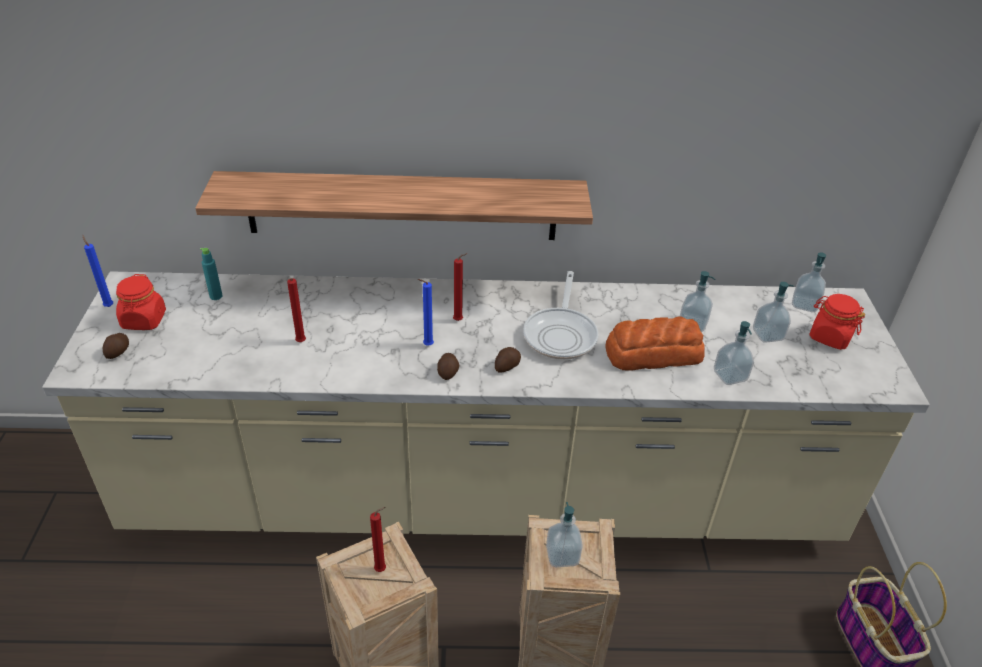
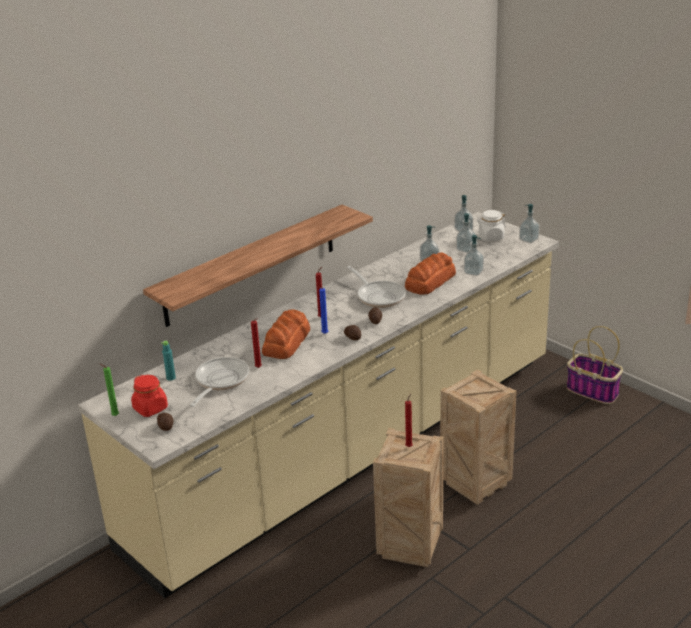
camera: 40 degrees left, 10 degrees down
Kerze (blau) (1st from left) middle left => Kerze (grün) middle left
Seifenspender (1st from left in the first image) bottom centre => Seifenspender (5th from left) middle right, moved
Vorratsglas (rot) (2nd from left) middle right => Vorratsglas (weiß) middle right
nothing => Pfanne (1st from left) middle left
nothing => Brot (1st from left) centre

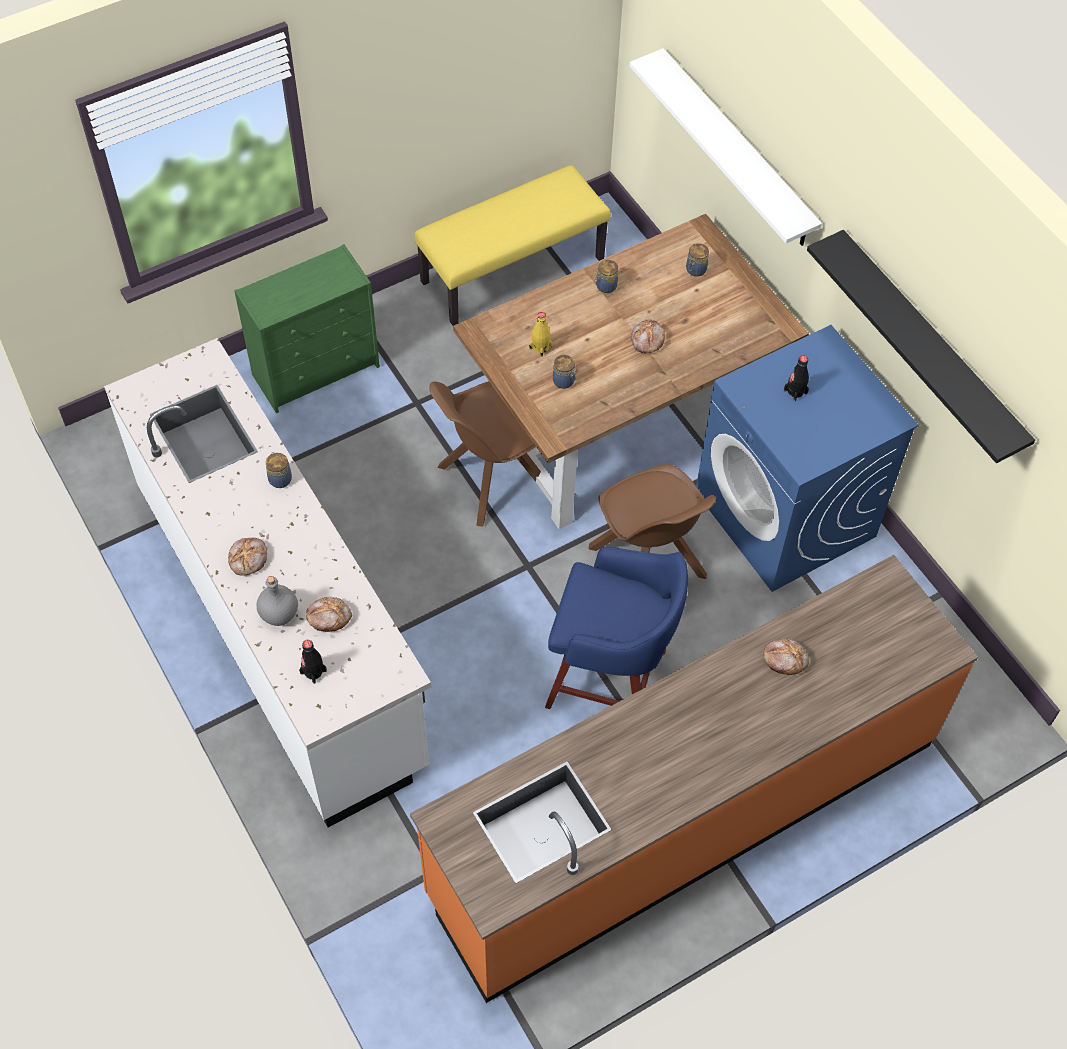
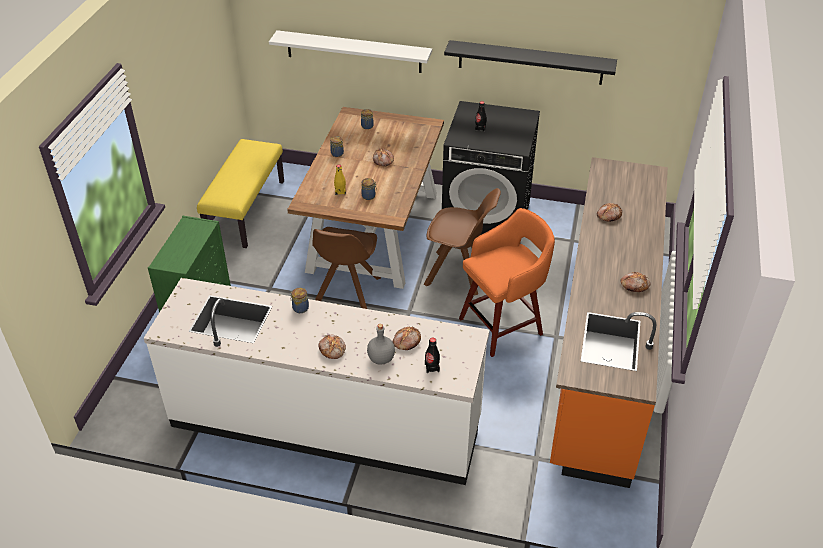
camera: 45 degrees left, 15 degrees down
Hocker (blau) centre => Hocker (orange) centre
Waschmaschine (blau) middle right => Waschmaschine (schwarz) top centre
nothing => Brot (5th from left) middle right

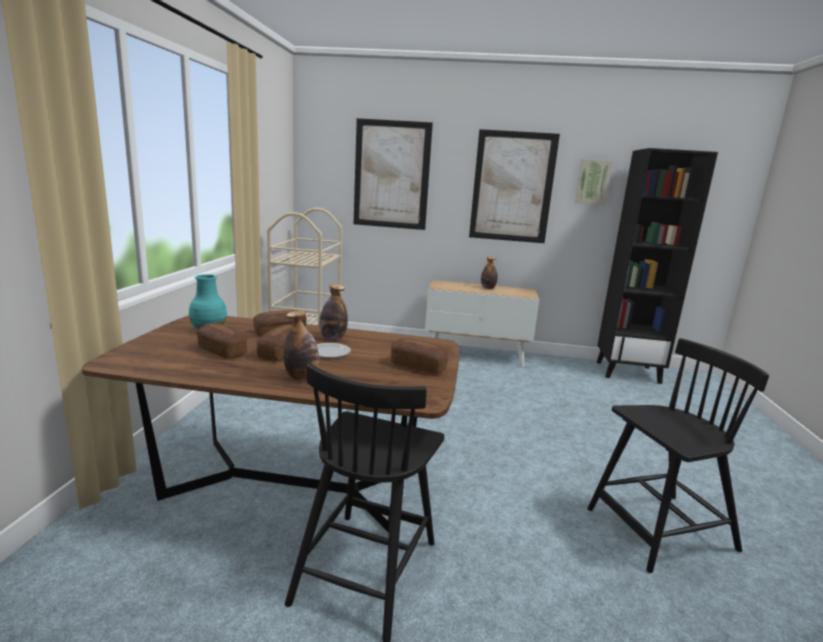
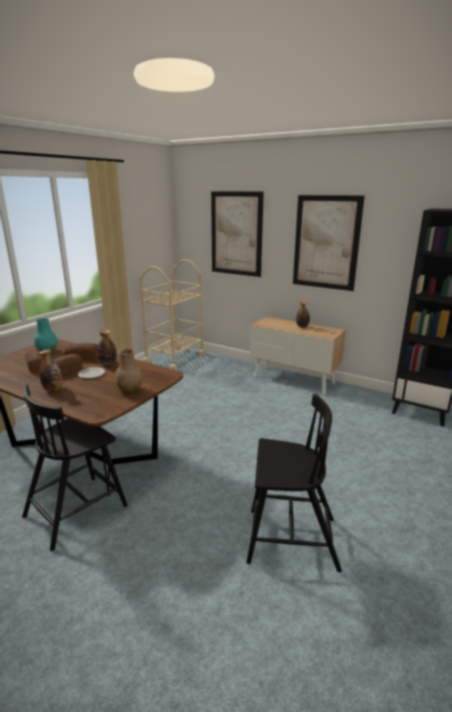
camera: 25 degrees right, 5 degrees up
Brot (4th from left) centre => Vase (braun) middle left
Bild (3rd from left) top right => nothing

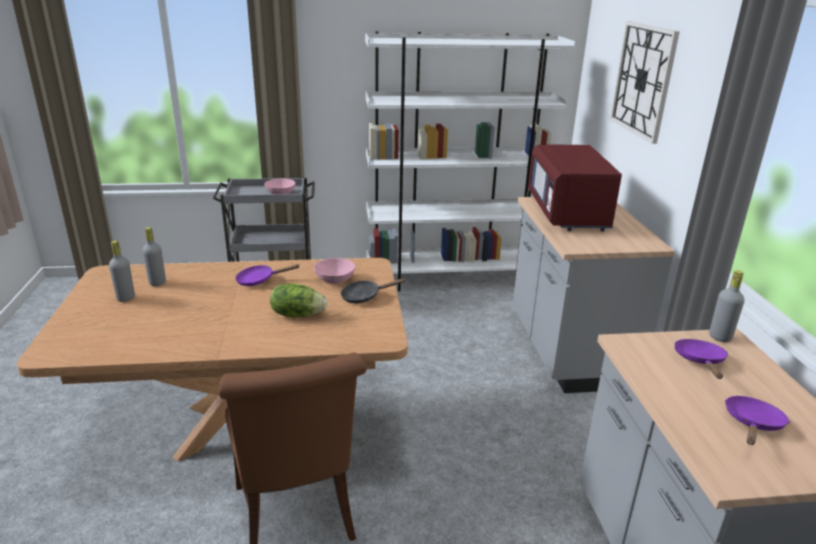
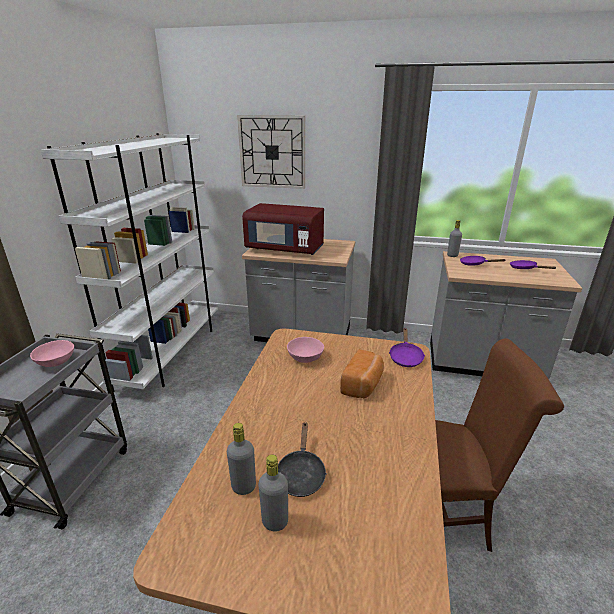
camera: 70 degrees left, 0 degrees up
Pfanne (lila) (1st from left) middle left => Pfanne (lila) (1st from left) centre, moved
Salatkopf centre => Brot centre
Pfanne (schwarz) centre => Pfanne (schwarz) bottom centre, moved

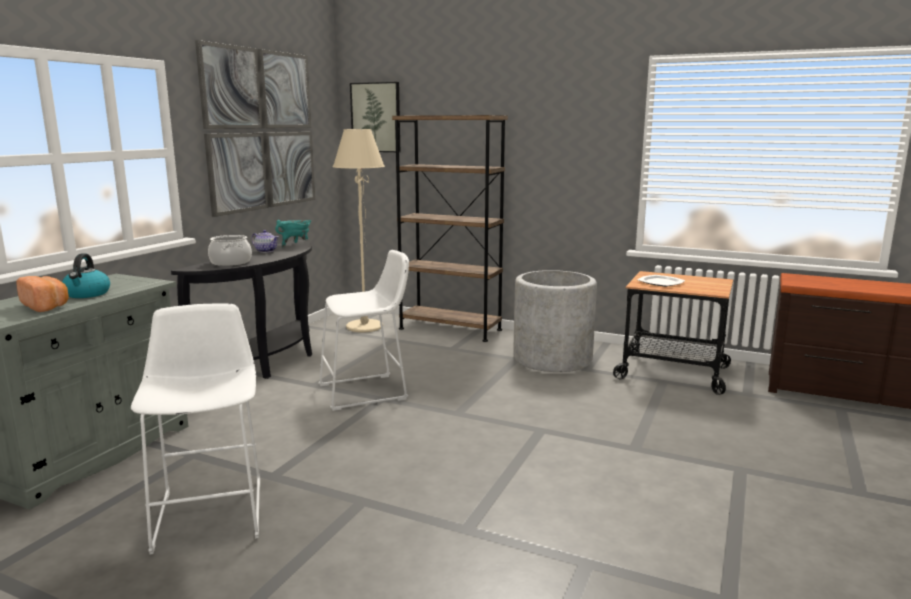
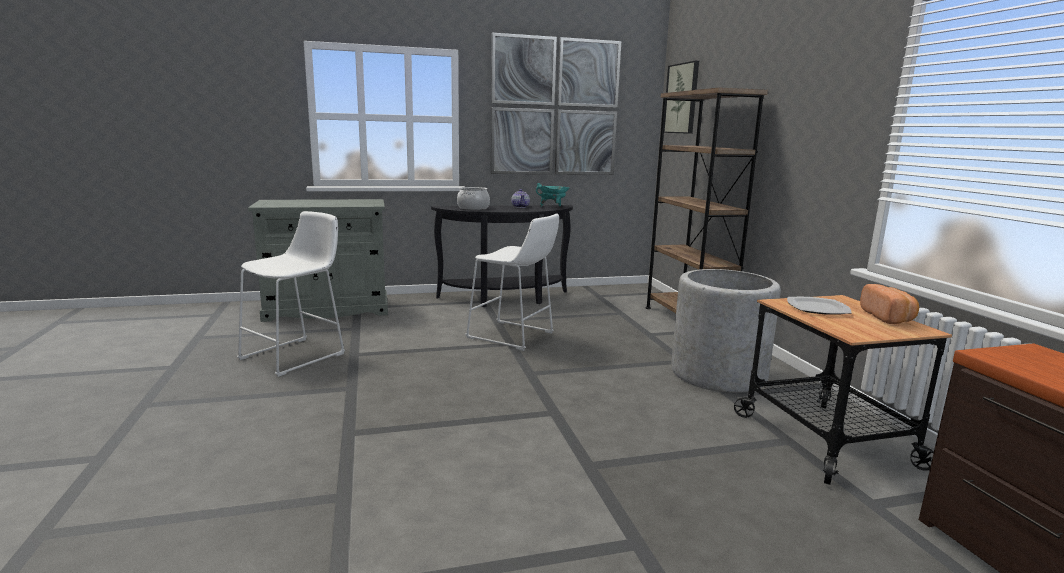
camera: 50 degrees right, 0 degrees up
Brot middle left => Brot middle right, moved
Wasserkessel middle left => nothing
Stehlampe (beige) centre => nothing

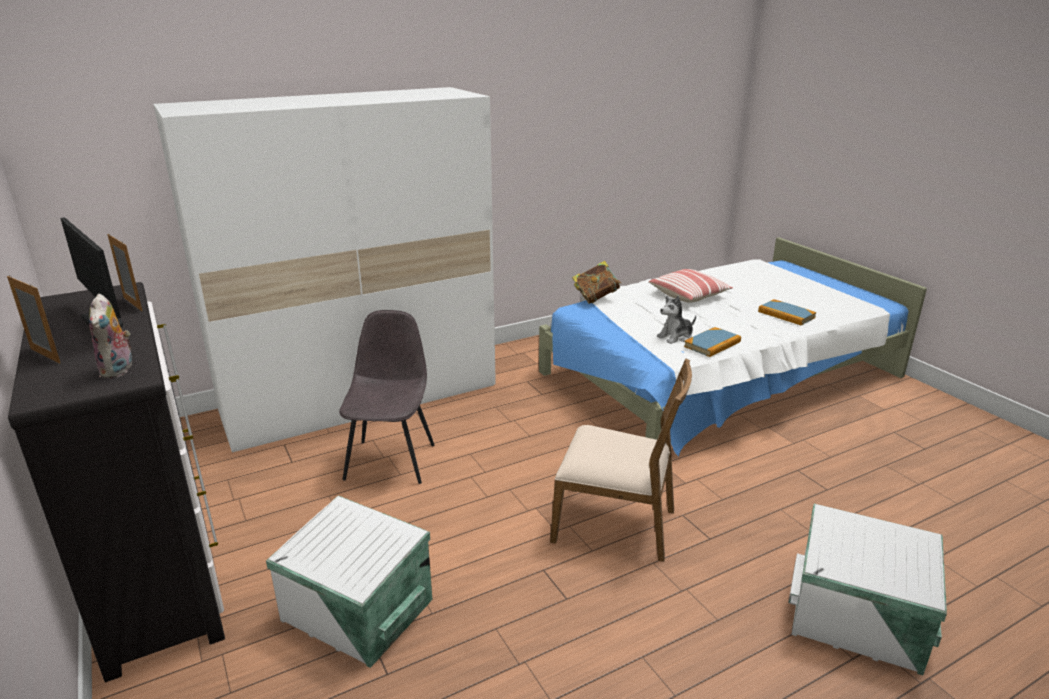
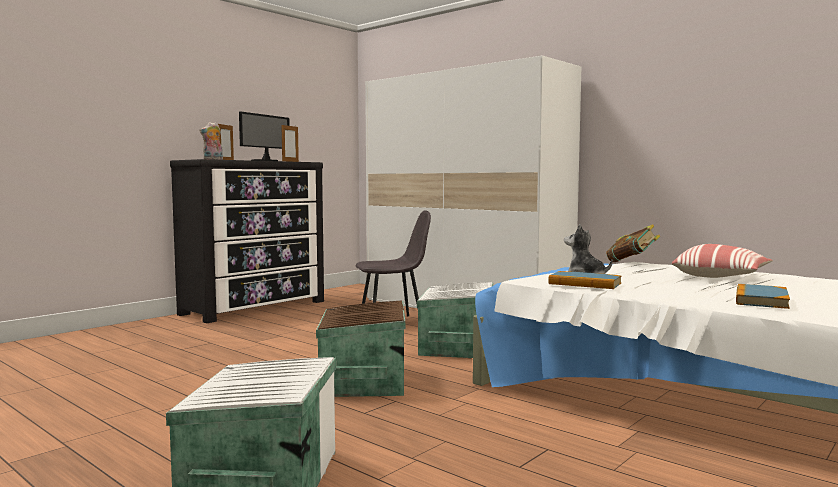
camera: 70 degrees right, 20 degrees down
Aufbewahrungsbox (weiß) (1st from left in the first image) bottom left => Aufbewahrungsbox (weiß) (2nd from left) centre, moved
Stuhl (braun) centre => Aufbewahrungsbox (braun) bottom centre

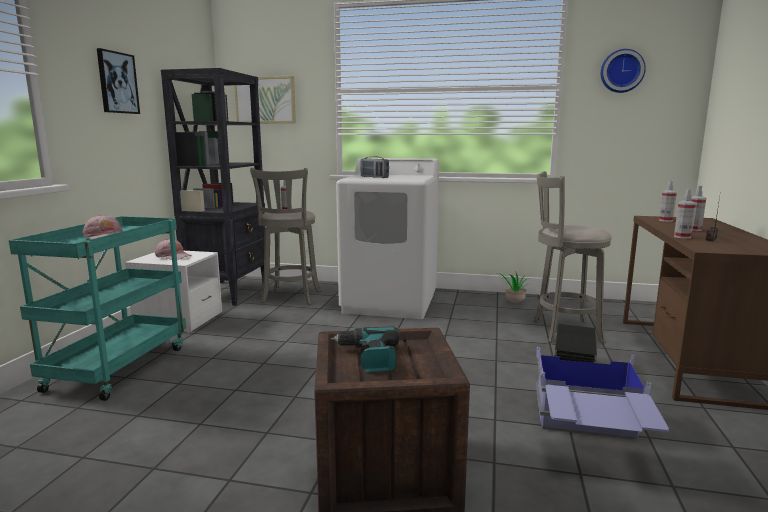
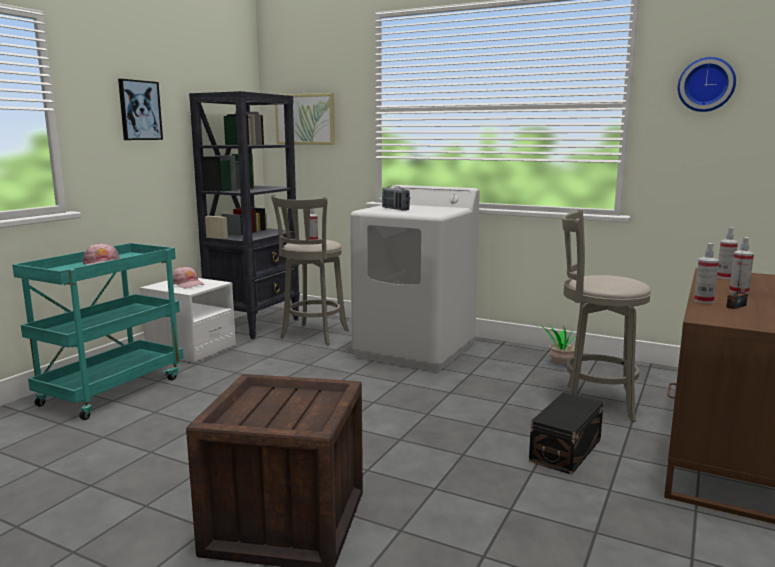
camera: 15 degrees right, 0 degrees up
Bohrmaschine bottom centre => nothing
Aufbewahrungsbox (blau) bottom right => nothing

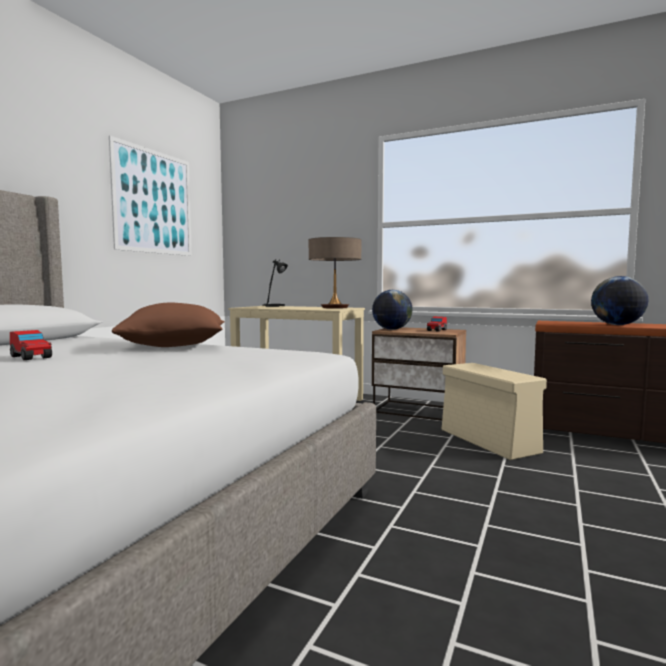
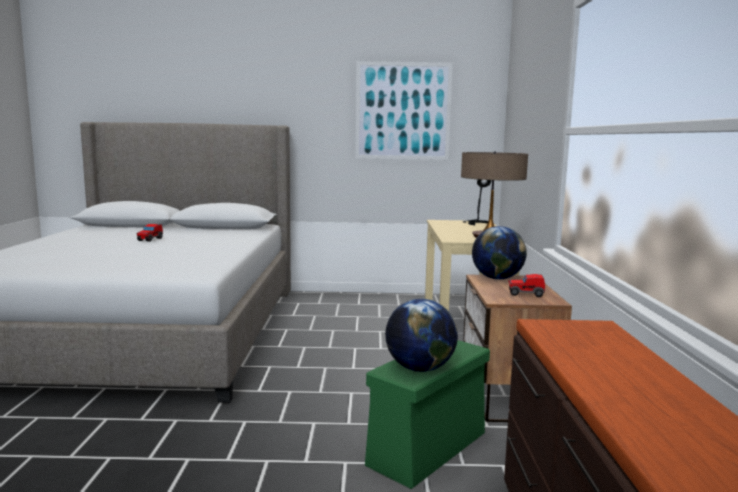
camera: 65 degrees right, 5 degrees up
Kissen (braun) middle left => nothing
Aufbewahrungsbox (beige) middle right => Aufbewahrungsbox (grün) bottom centre
Globus (2nd from left in the first image) middle right => Globus (1st from left) bottom centre, moved

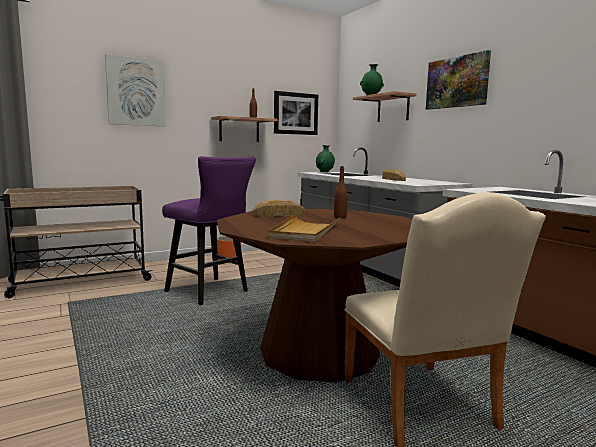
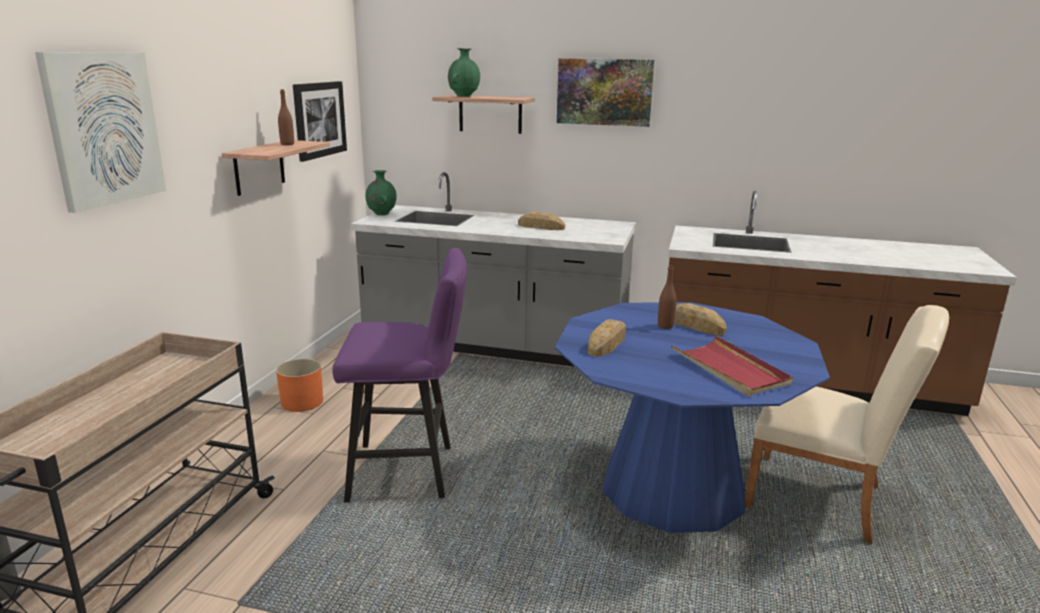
camera: 45 degrees left, 10 degrees up
Esstisch (braun) centre => Esstisch (blau) bottom centre
Tablett (beige) centre => Tablett (rot) middle right
nothing => Brot (3rd from left) middle right

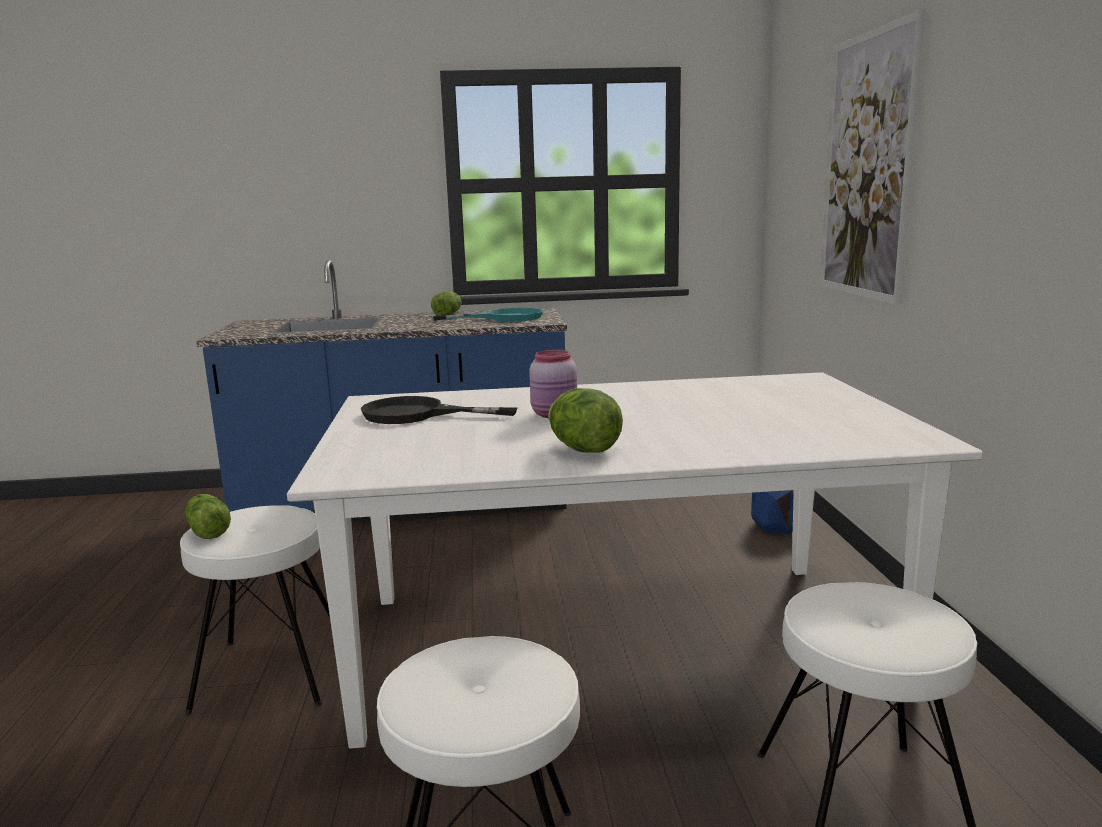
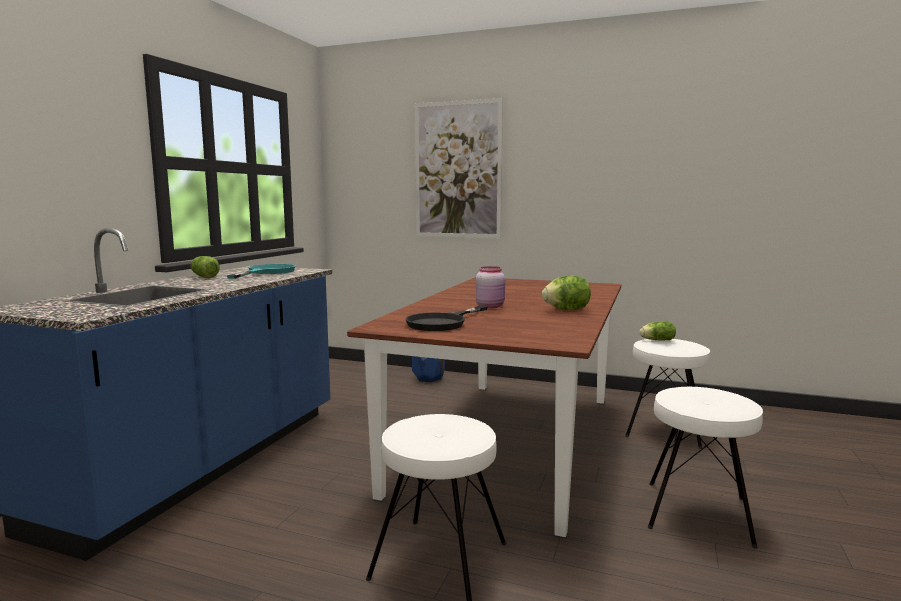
camera: 65 degrees left, 5 degrees down
Salatkopf (1st from left in the first image) middle left => Salatkopf (3rd from left) middle right, moved
Esstisch (weiß) bottom centre => Esstisch (braun) bottom centre

